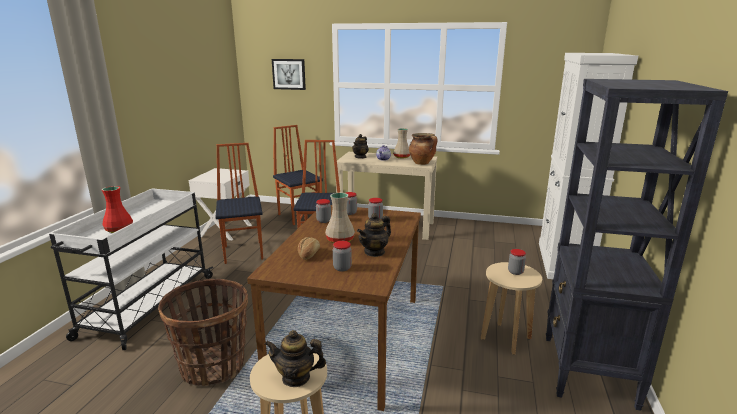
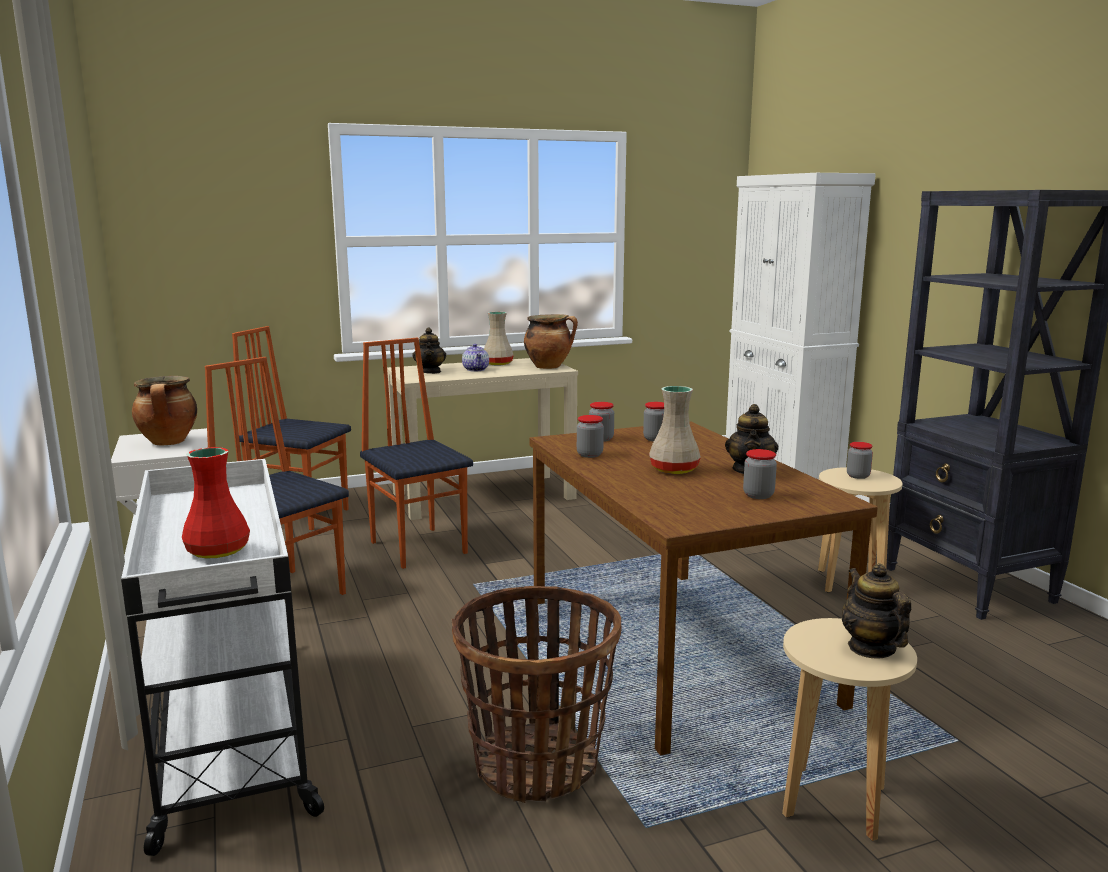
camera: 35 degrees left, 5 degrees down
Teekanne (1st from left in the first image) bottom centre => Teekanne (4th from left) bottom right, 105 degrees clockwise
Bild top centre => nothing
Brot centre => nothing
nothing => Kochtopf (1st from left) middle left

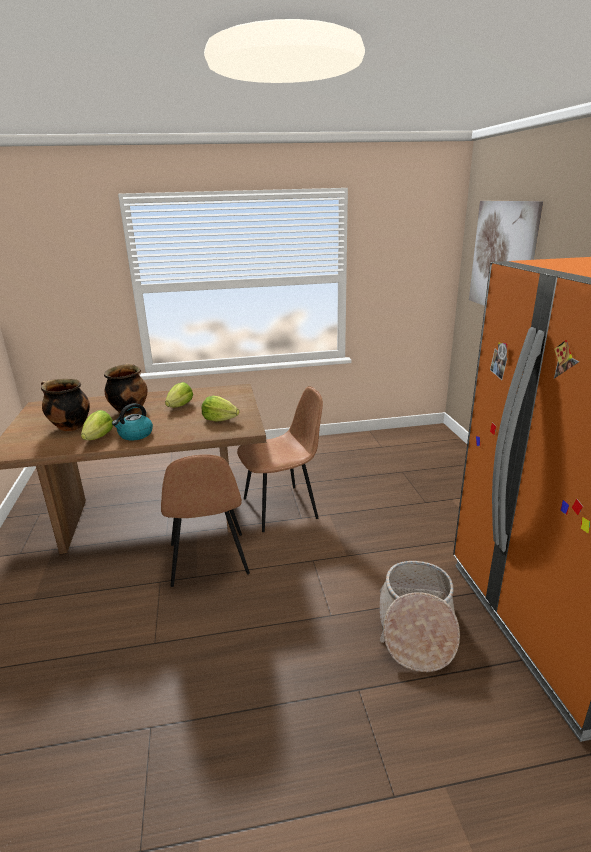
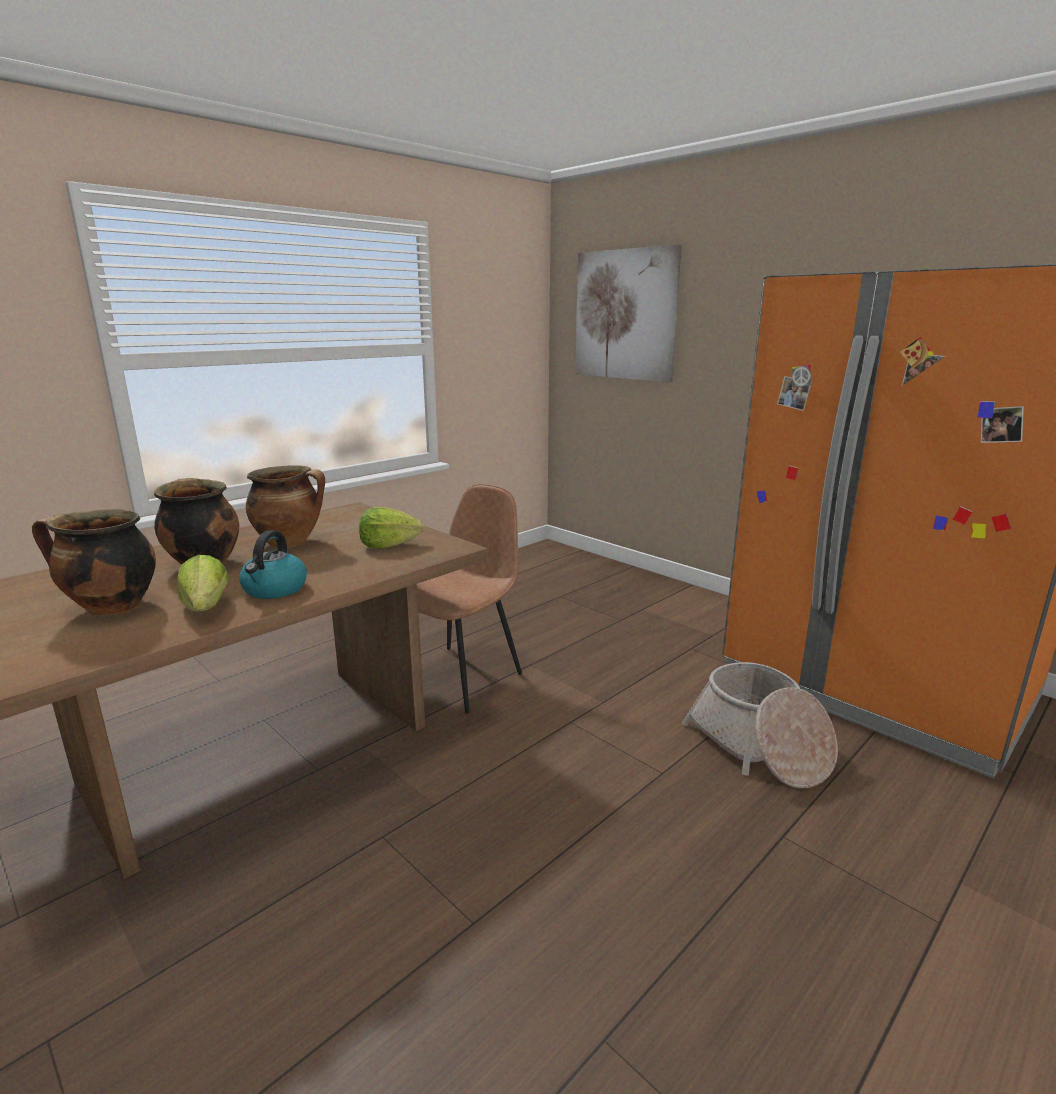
camera: 35 degrees left, 5 degrees down
Stuhl (braun) (1st from left) centre => nothing
Salatkopf (2nd from left) middle left => Kochtopf (3rd from left) middle left

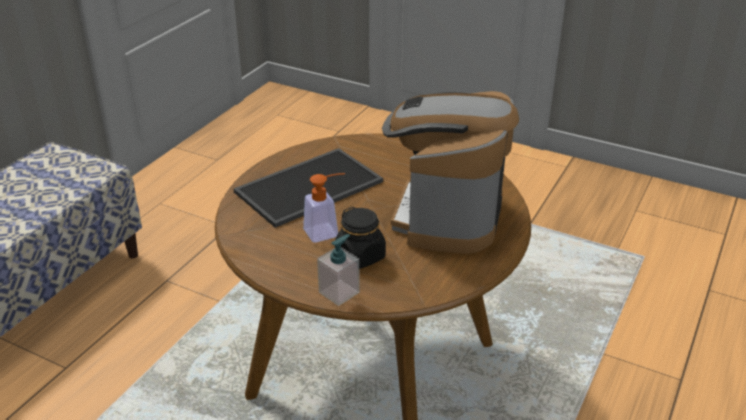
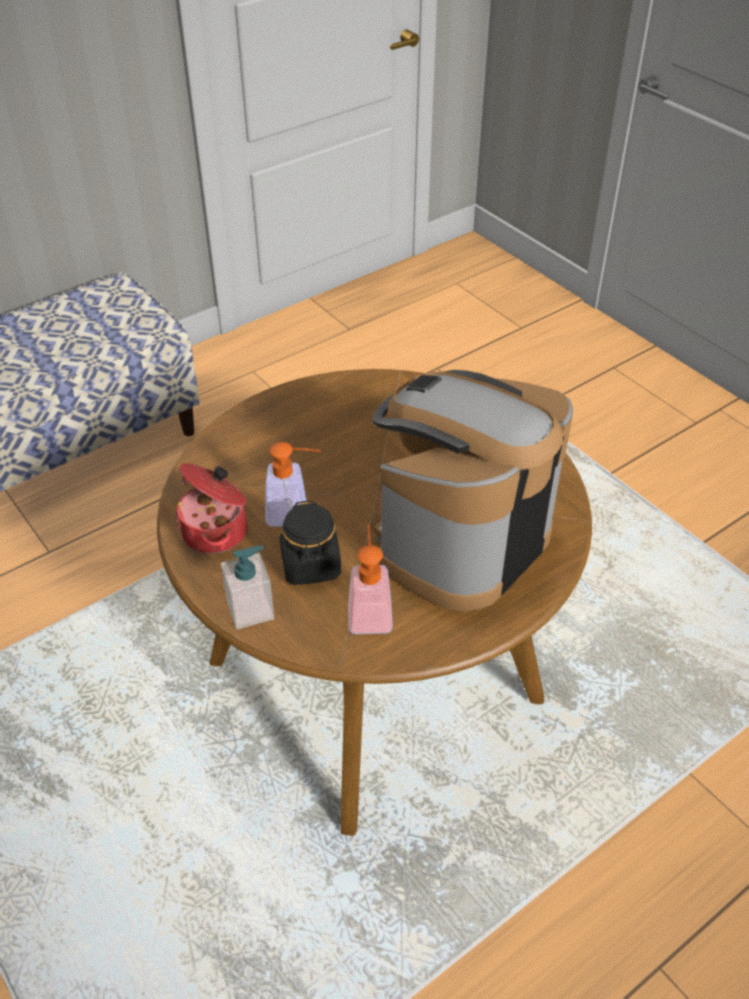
camera: 25 degrees right, 10 degrees up
Tablett centre => nothing
nothing => Kochtopf middle left
nothing => Seifenspender (3rd from left) centre

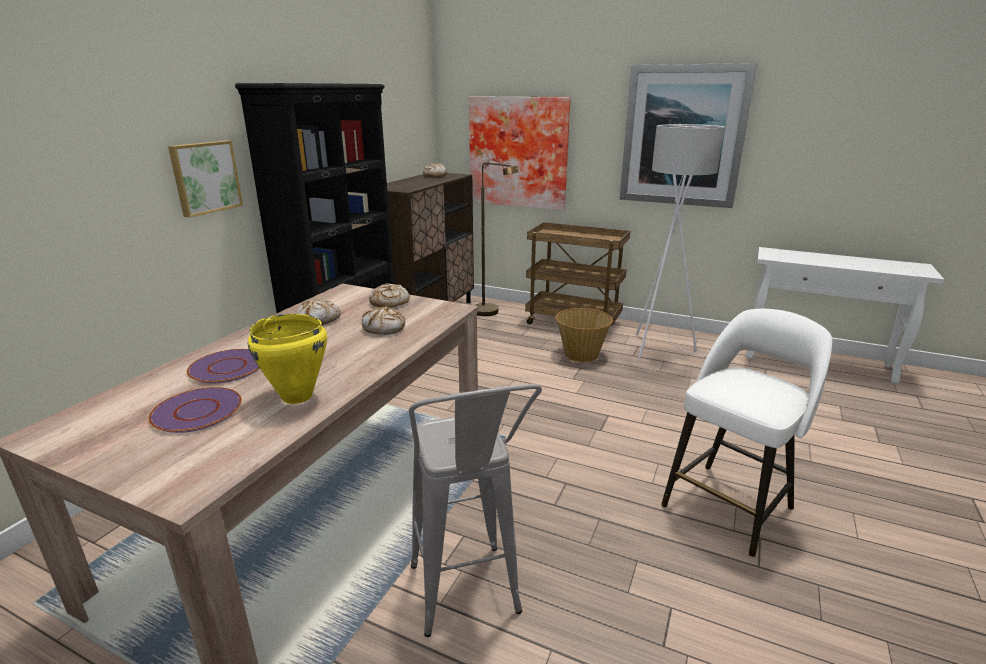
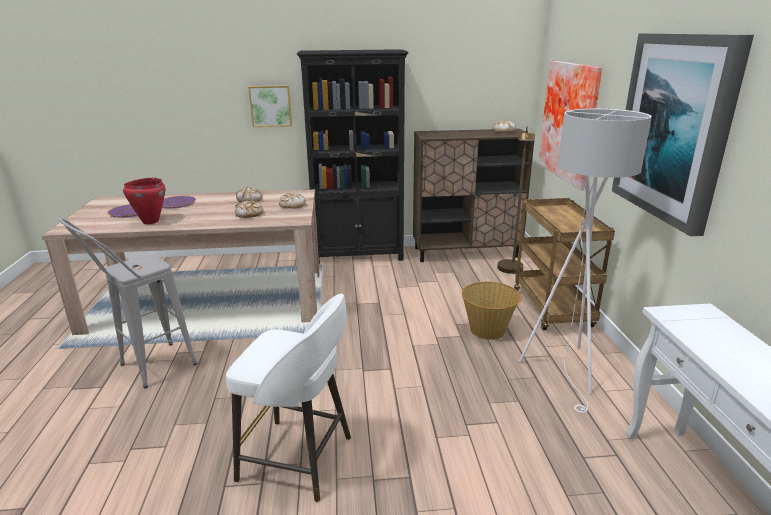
camera: 60 degrees right, 0 degrees up
Kochtopf (gelb) middle left => Kochtopf (rot) middle left

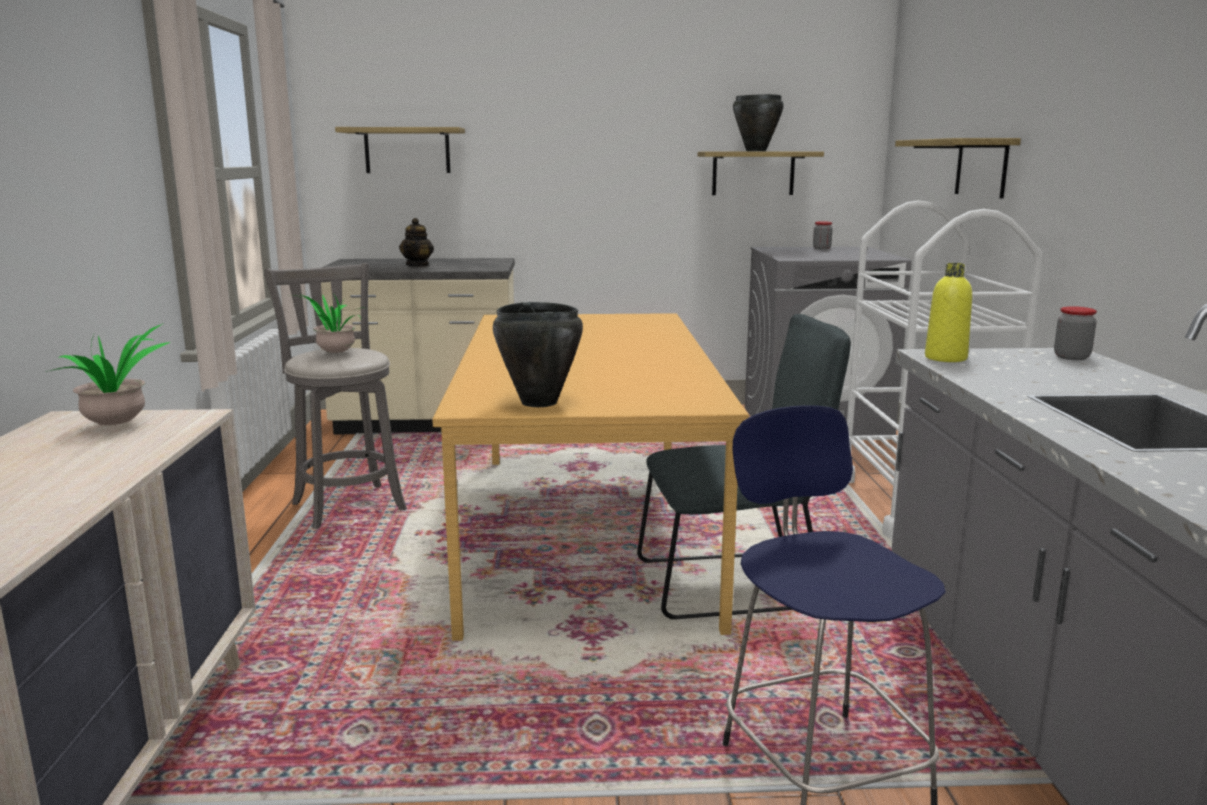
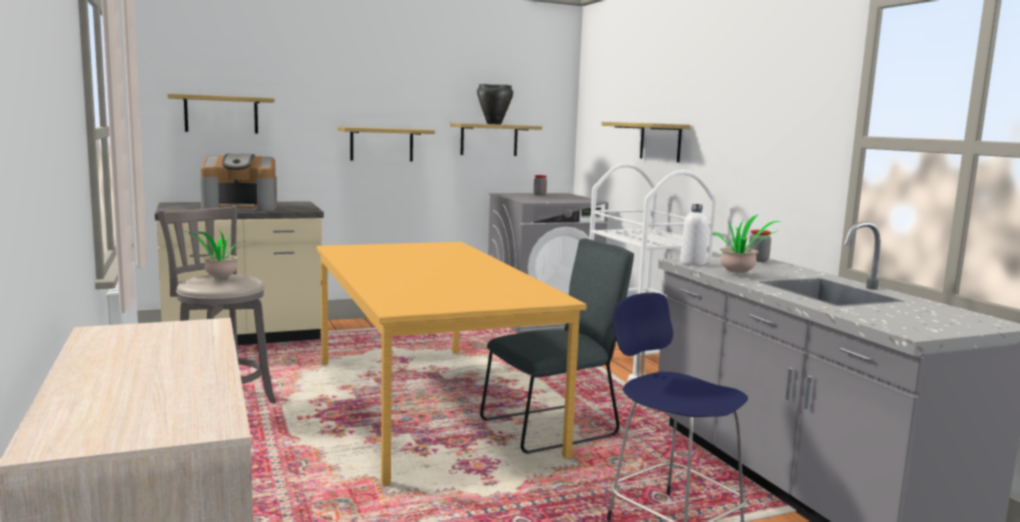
camera: 20 degrees left, 5 degrees down
Topfpflanze (1st from left in the first image) middle left => Topfpflanze (2nd from left) middle right, moved
Teekanne top centre => Kaffeemaschine middle left
Kochtopf (schwarz) (1st from left) centre => nothing
Flasche (gelb) middle right => Flasche (weiß) middle right
nothing => Wandregal (2nd from left) top centre

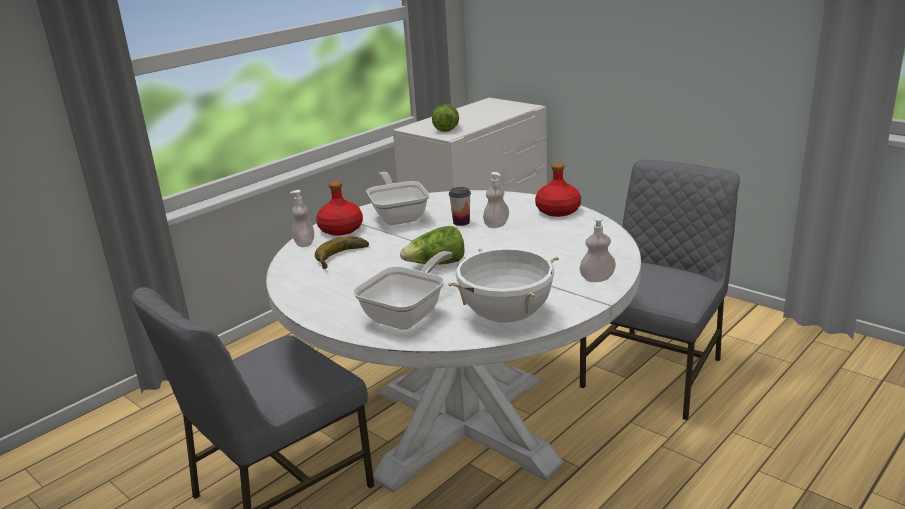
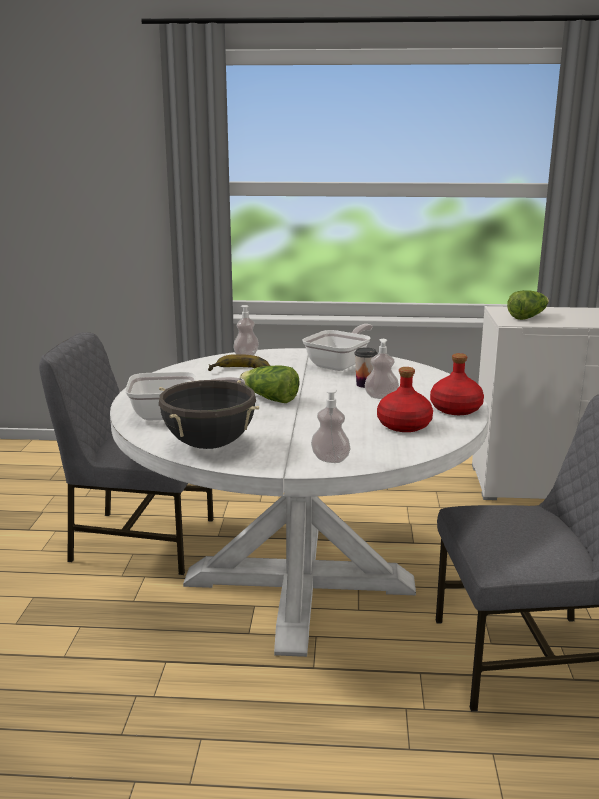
camera: 50 degrees right, 5 degrees down
Flasche (rot) (1st from left) centre => Flasche (rot) (1st from left) middle right, moved
Kochtopf (weiß) centre => Kochtopf (schwarz) centre

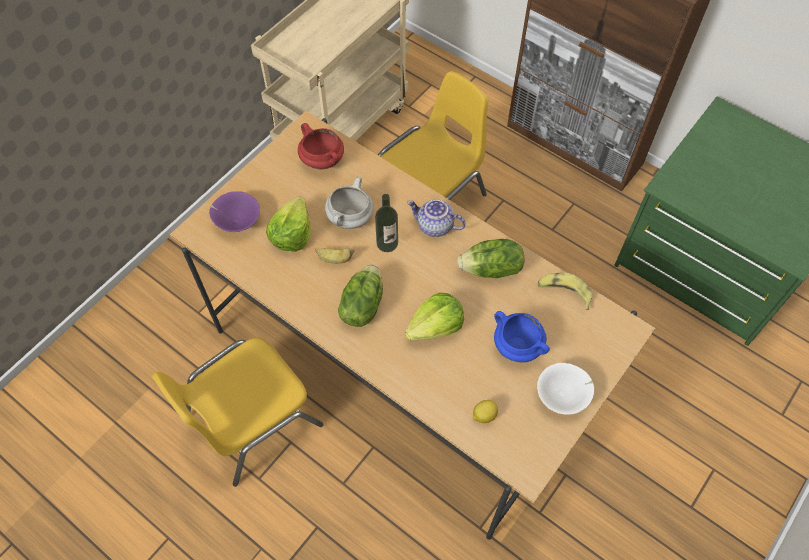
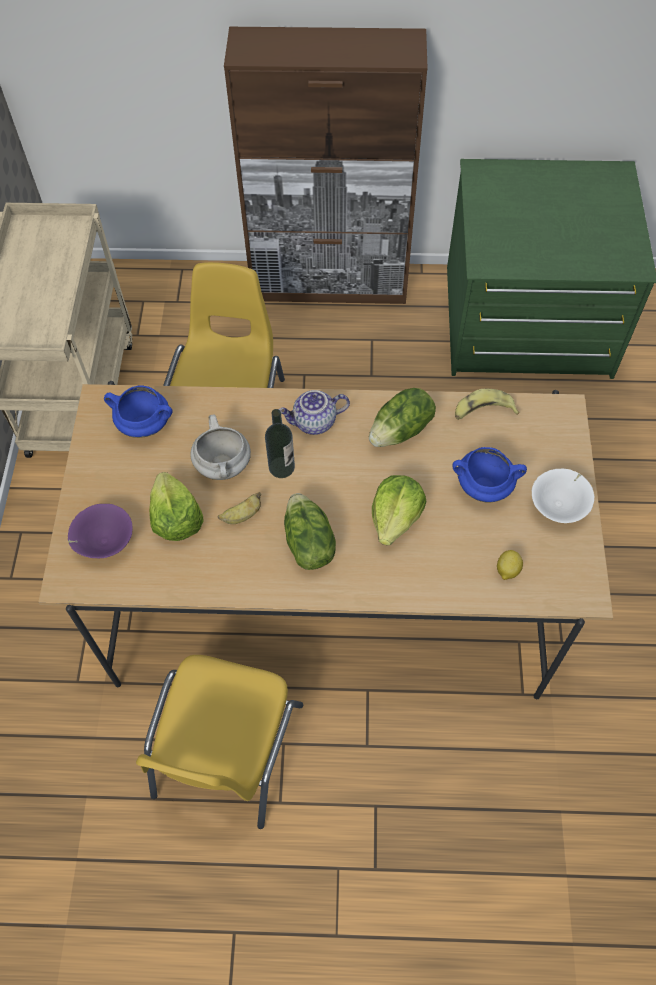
camera: 35 degrees left, 0 degrees up
Kochtopf (rot) top centre => Kochtopf (blau) (1st from left) middle left

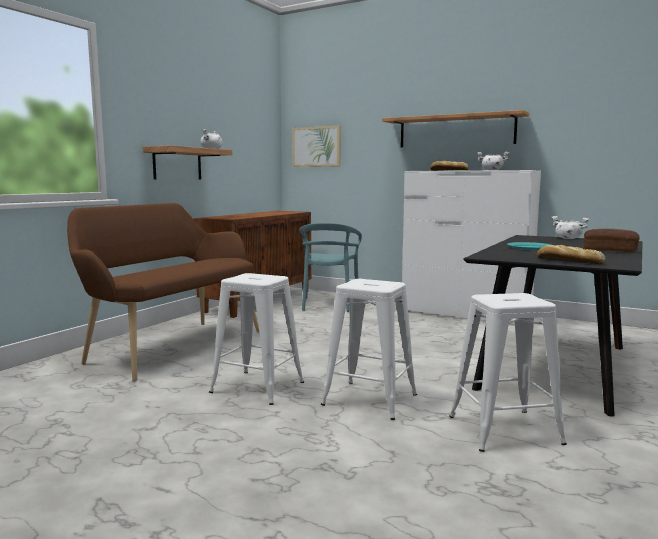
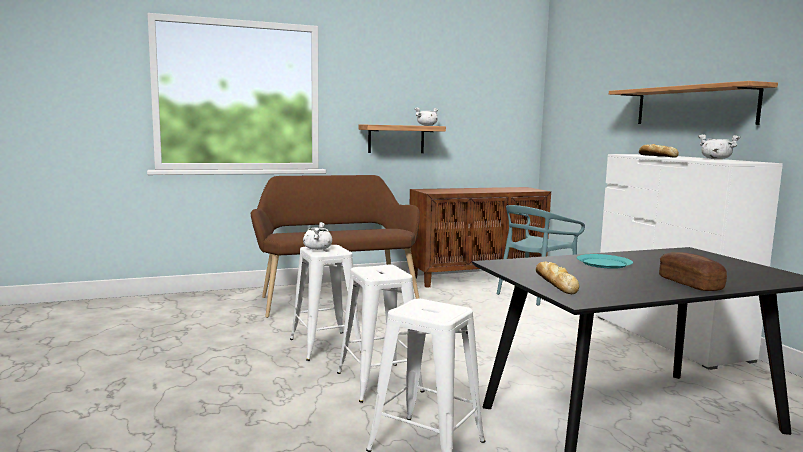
camera: 40 degrees right, 0 degrees up
Bild top centre => nothing
Kochtopf (weiß) (3rd from left in the first image) middle right => Kochtopf (weiß) (1st from left) centre, moved

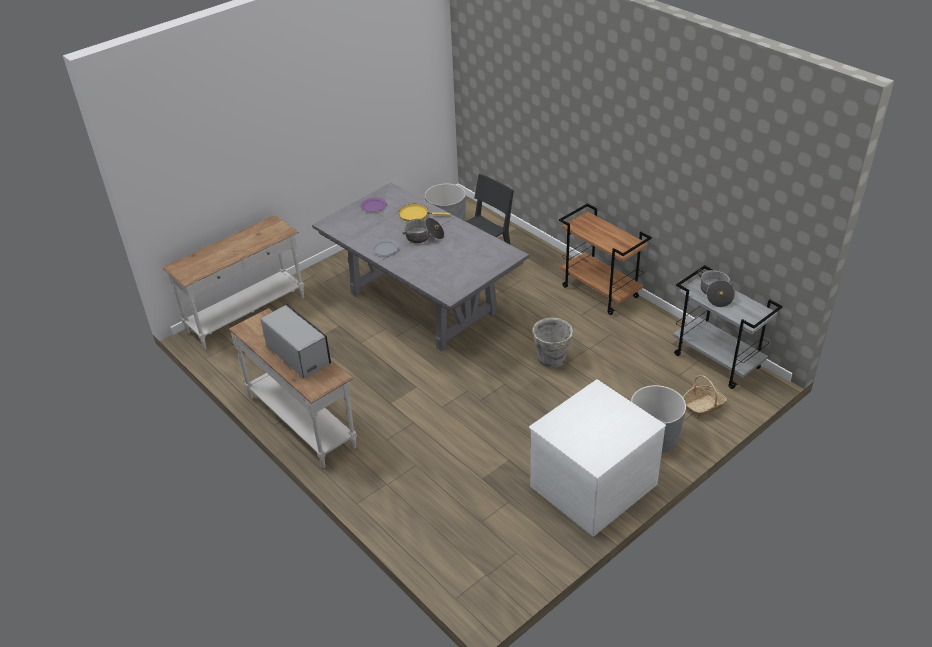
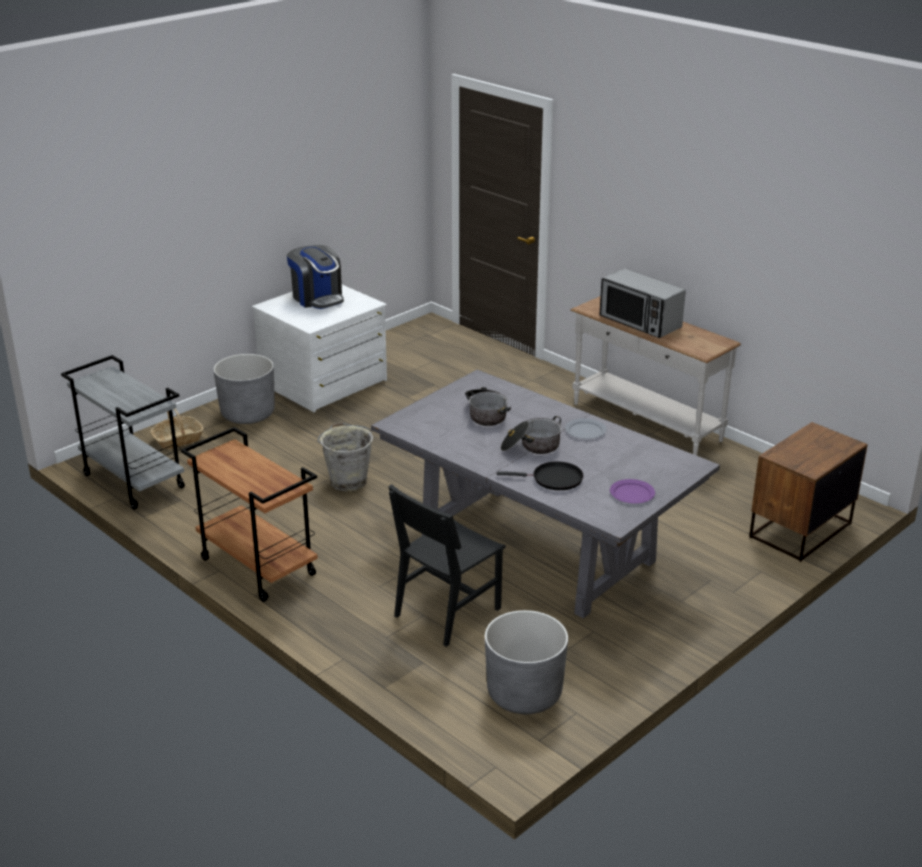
camera: 175 degrees right, 10 degrees down
Konsolentisch (weiß) (1st from left) middle left => Nachttisch (braun) middle right
Pfanne (gelb) top centre => Pfanne (schwarz) centre
Kochtopf (2nd from left in the first image) middle right => Kochtopf (1st from left) centre, moved
nothing => Kaffeemaschine top centre

